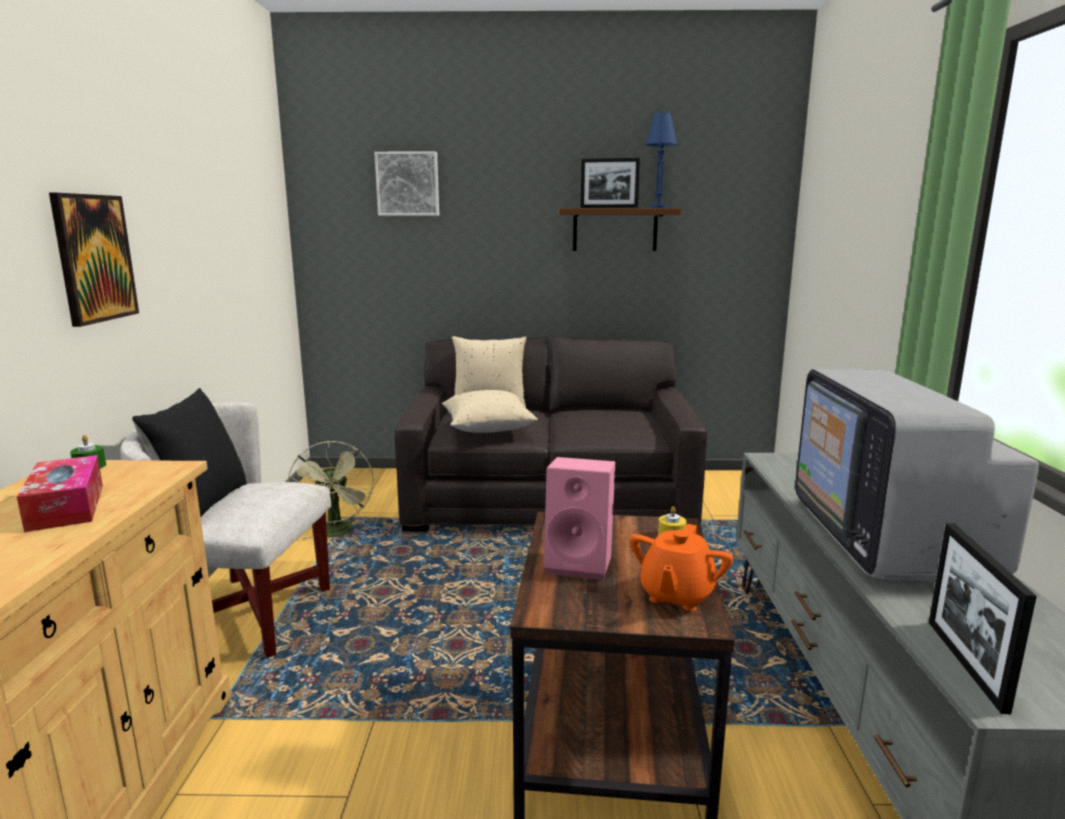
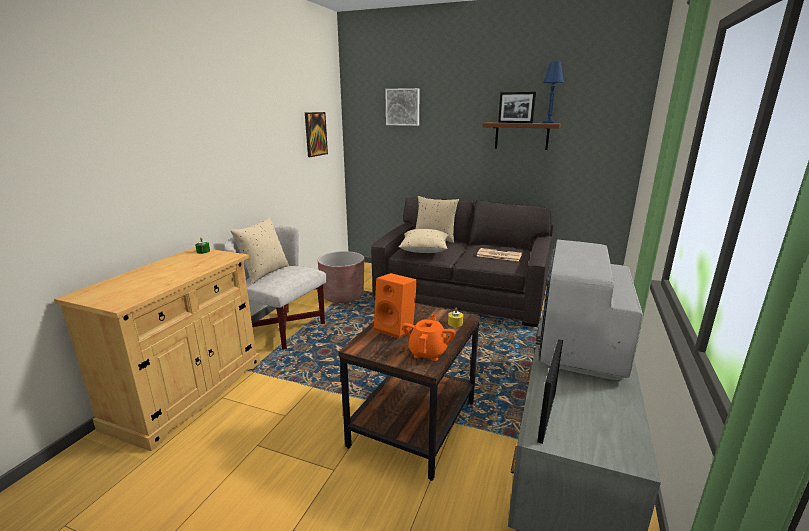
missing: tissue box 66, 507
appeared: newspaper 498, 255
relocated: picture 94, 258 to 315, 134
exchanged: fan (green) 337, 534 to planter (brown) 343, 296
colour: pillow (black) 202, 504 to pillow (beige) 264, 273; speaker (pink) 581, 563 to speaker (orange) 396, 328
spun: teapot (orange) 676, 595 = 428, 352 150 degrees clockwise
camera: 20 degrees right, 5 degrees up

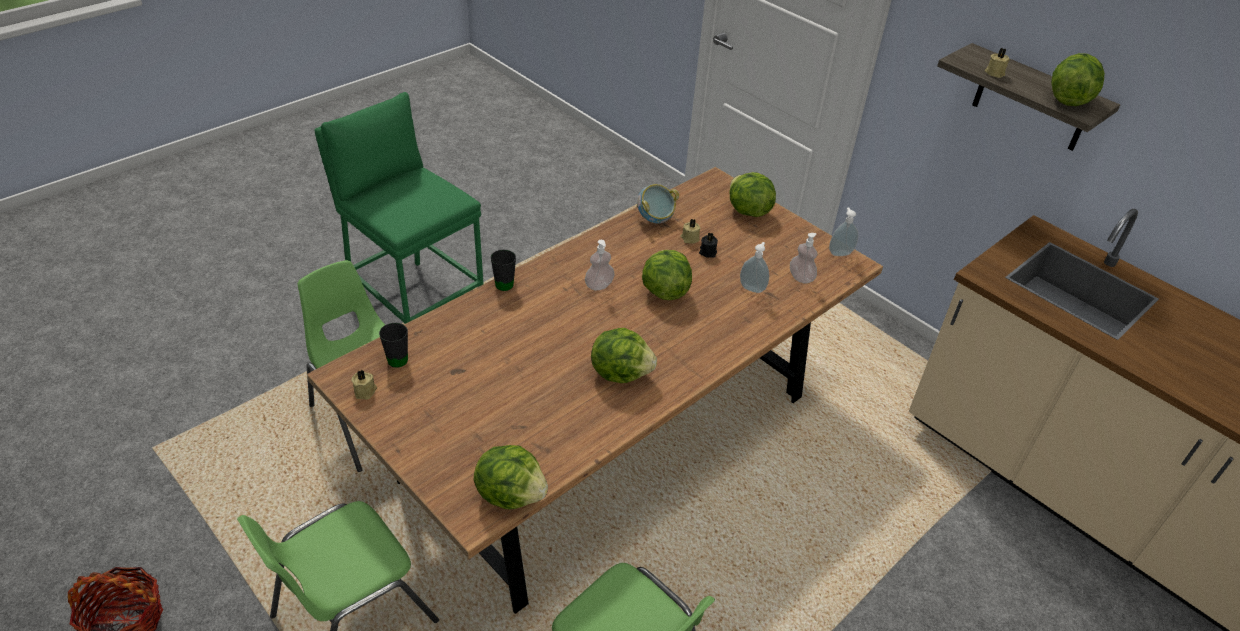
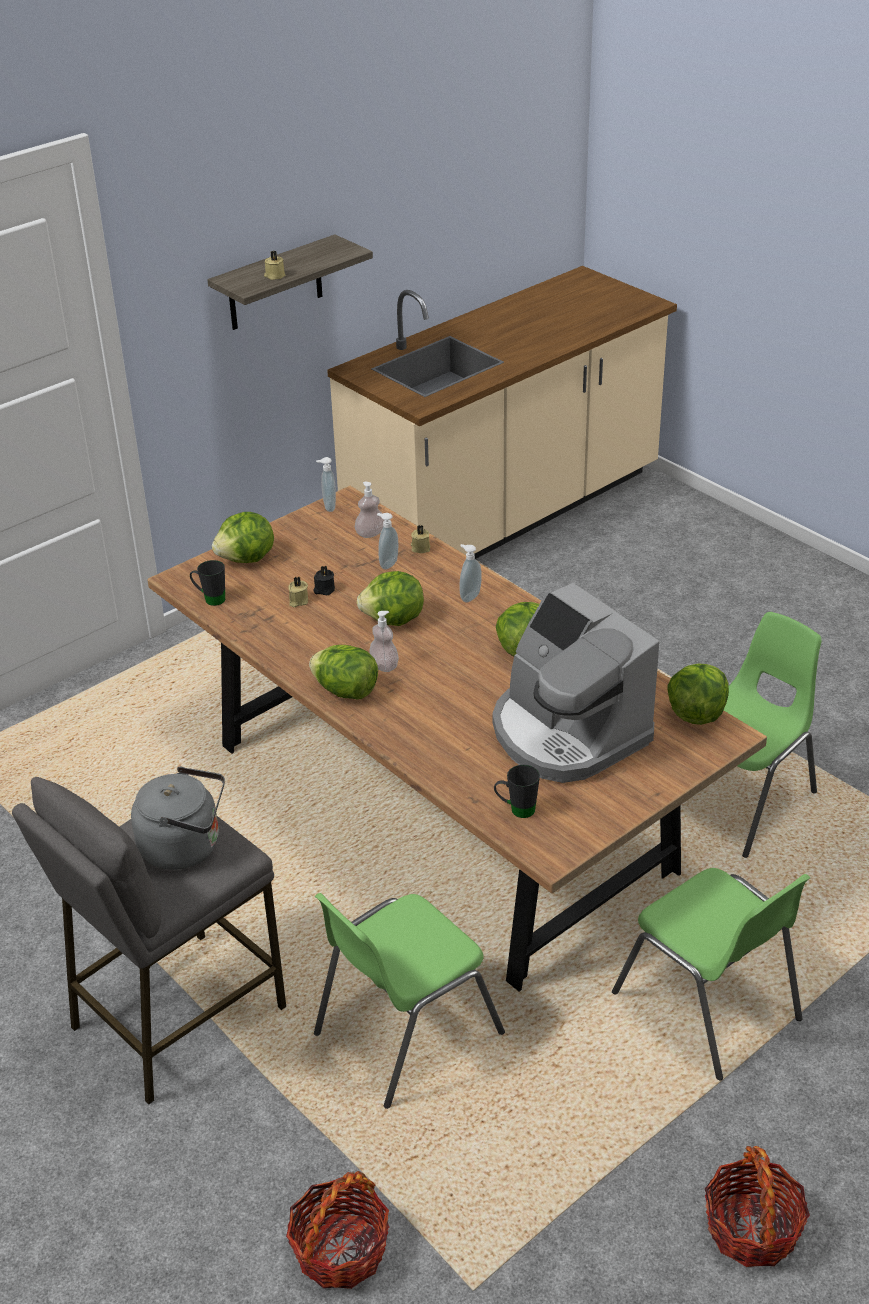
missing: bowl 655, 219
appeared: kettle (grey) 186, 847; basket 340, 1250; soap dispenser 469, 596; coffee machine 567, 733
relocated: mug (black) 506, 282 to 210, 599; lettuce 1068, 99 to 346, 691; candle (beige) 366, 391 to 420, 548
colour: stool (green) 416, 304 to stool (grey) 176, 1016
camera: 85 degrees left, 5 degrees down

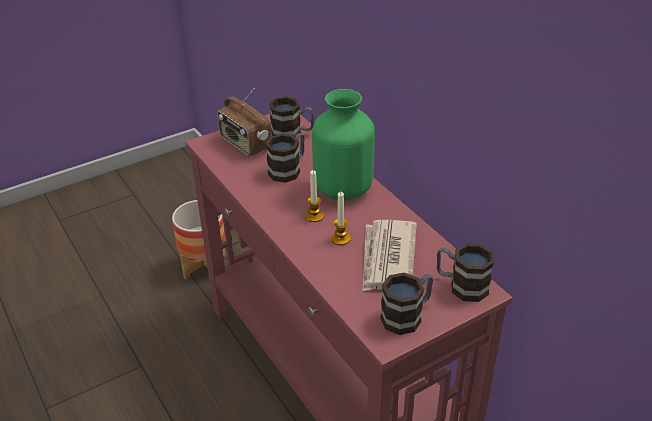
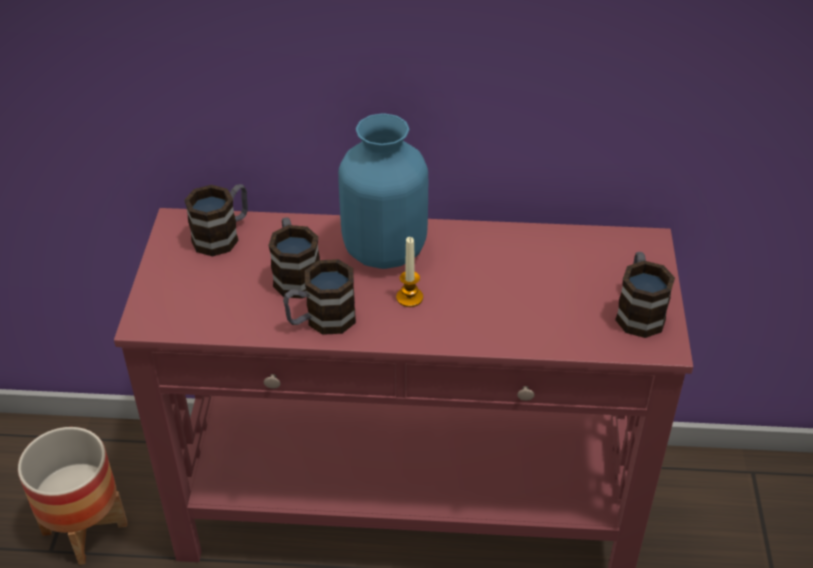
missing: radio 245, 144; candle 340, 238; newspaper 387, 258
relocated: mug 461, 285 to 321, 320
colour: vase (green) 343, 188 to vase (blue) 383, 250
camera: 55 degrees left, 5 degrees up

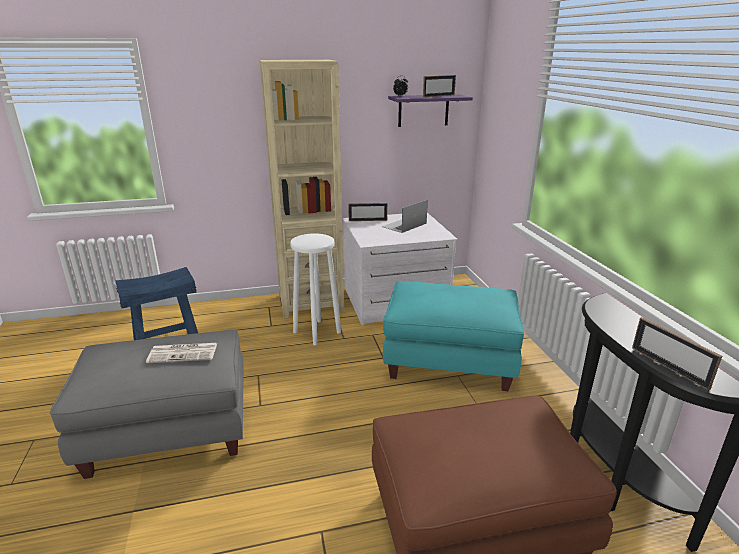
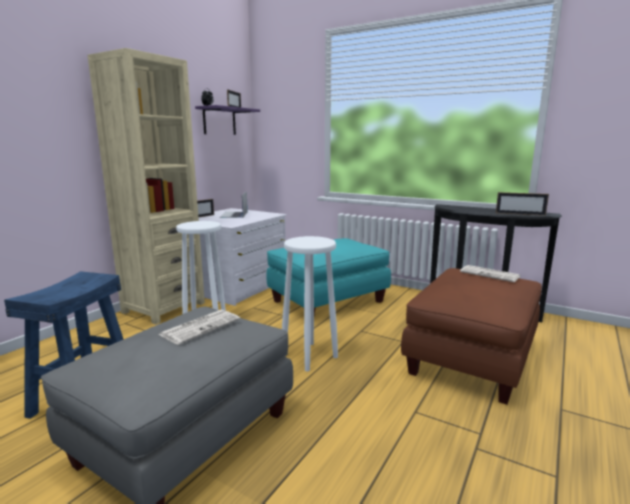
appeared: stool (white) 310, 356; newspaper 490, 274
camera: 45 degrees left, 10 degrees down

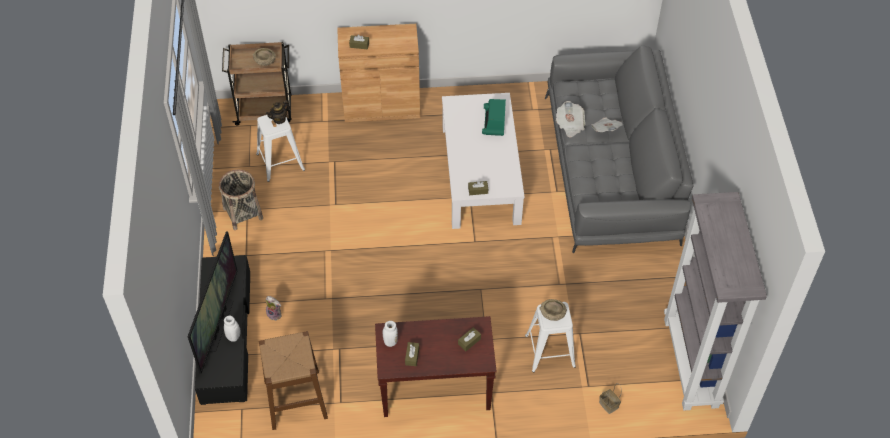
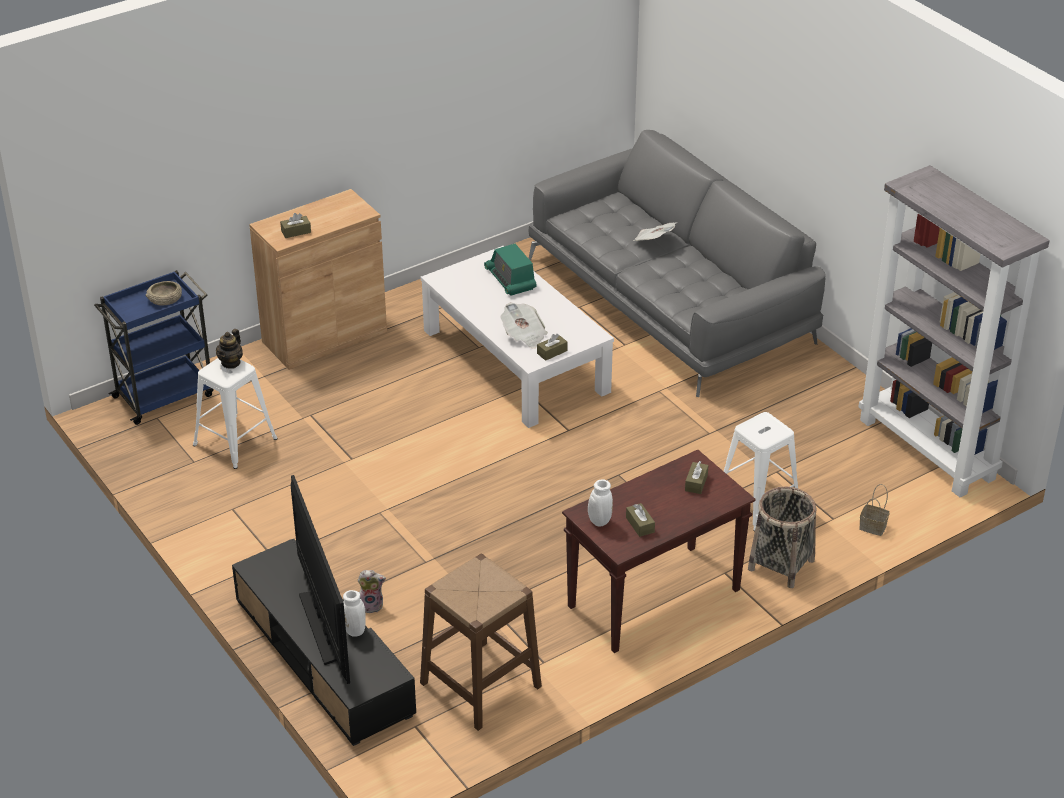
missing: bowl (beige) 552, 313
relocated: newspaper 570, 125 to 524, 335; basket 243, 213 to 781, 565
colour: cart (brown) 265, 111 to cart (blue) 165, 395
camera: 30 degrees left, 15 degrees down

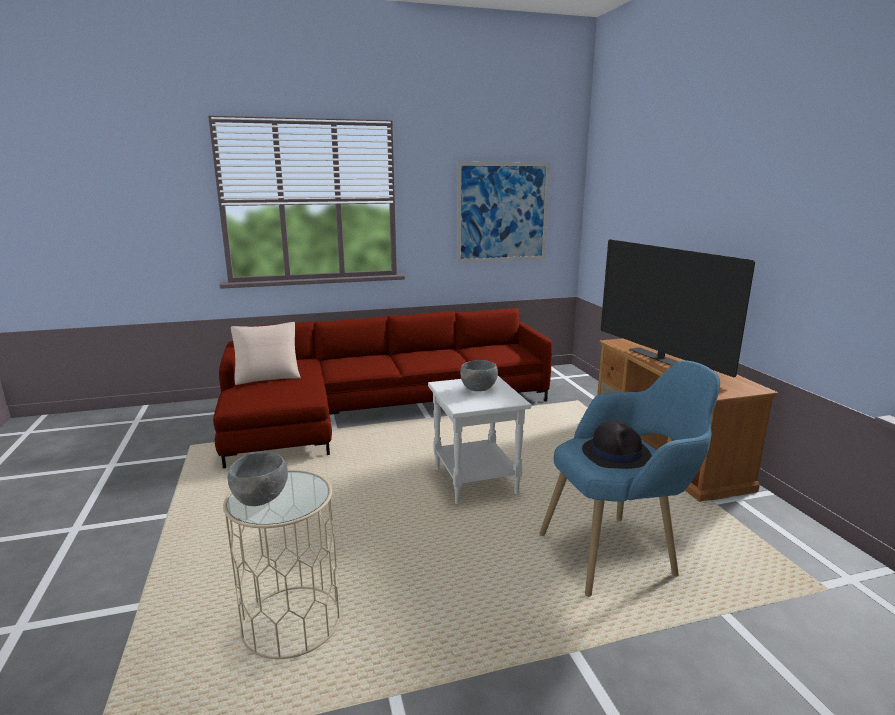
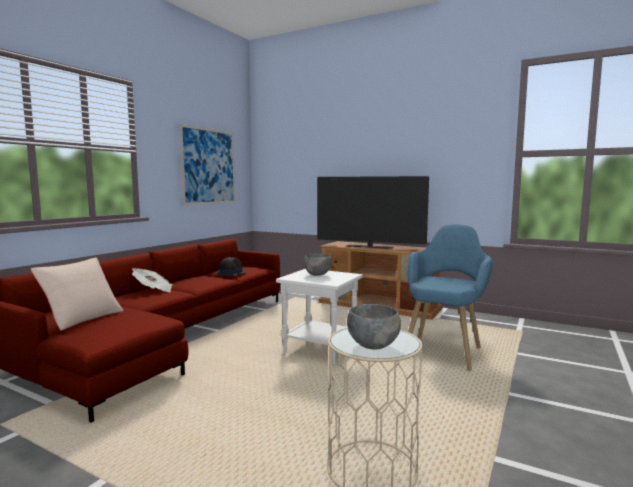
appeared: newspaper 153, 290
relocated: hat (black) 616, 453 to 231, 272
camera: 45 degrees left, 10 degrees down

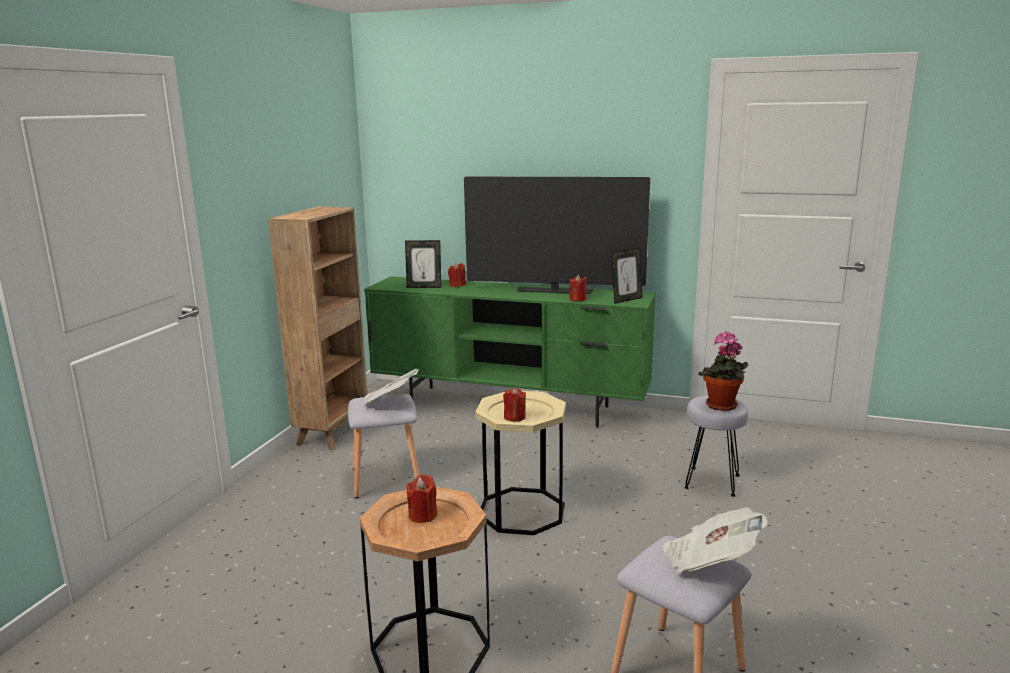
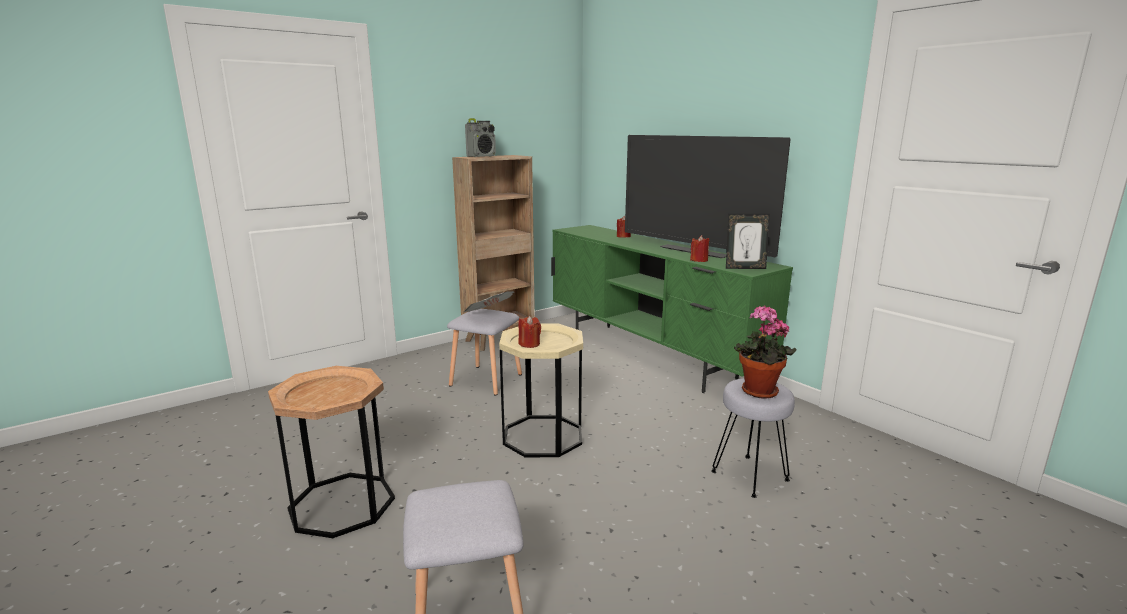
missing: picture frame 424, 287; candle (red) 422, 515; newspaper 709, 561
appeared: radio 481, 156
camera: 35 degrees right, 0 degrees up

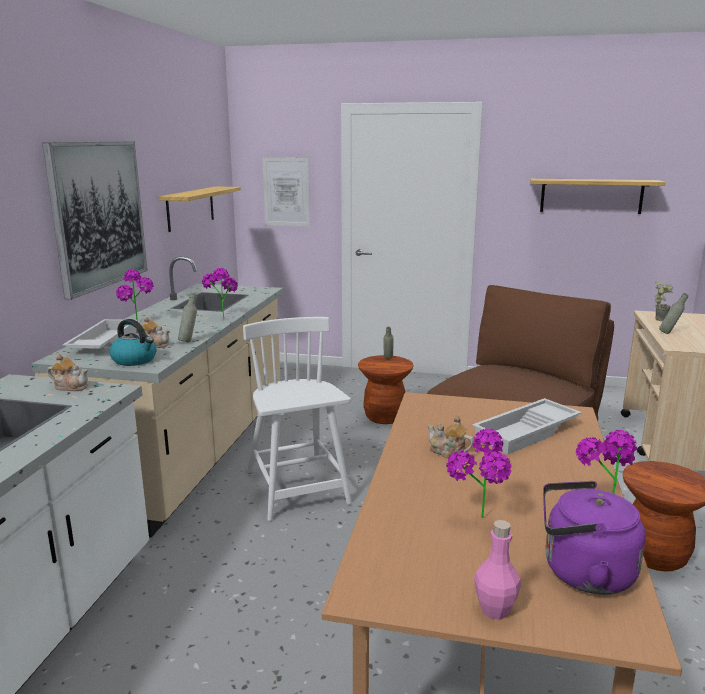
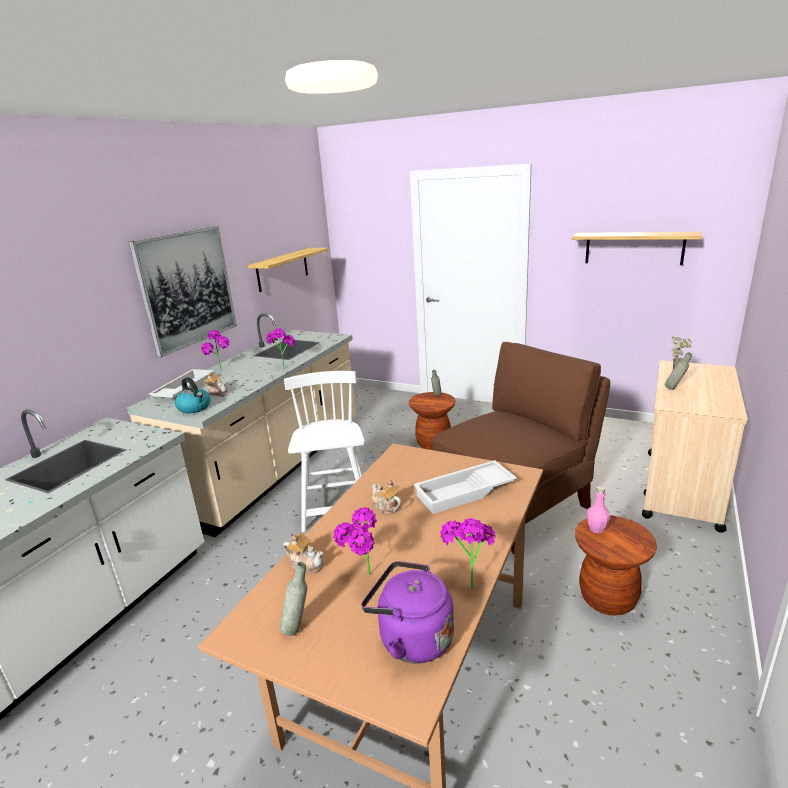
missing: picture 286, 192
relocated: bottle (grey) 189, 341 to 298, 627; teapot 71, 387 to 306, 564; bottle (pink) 495, 609 to 596, 529
camera: 15 degrees right, 5 degrees up

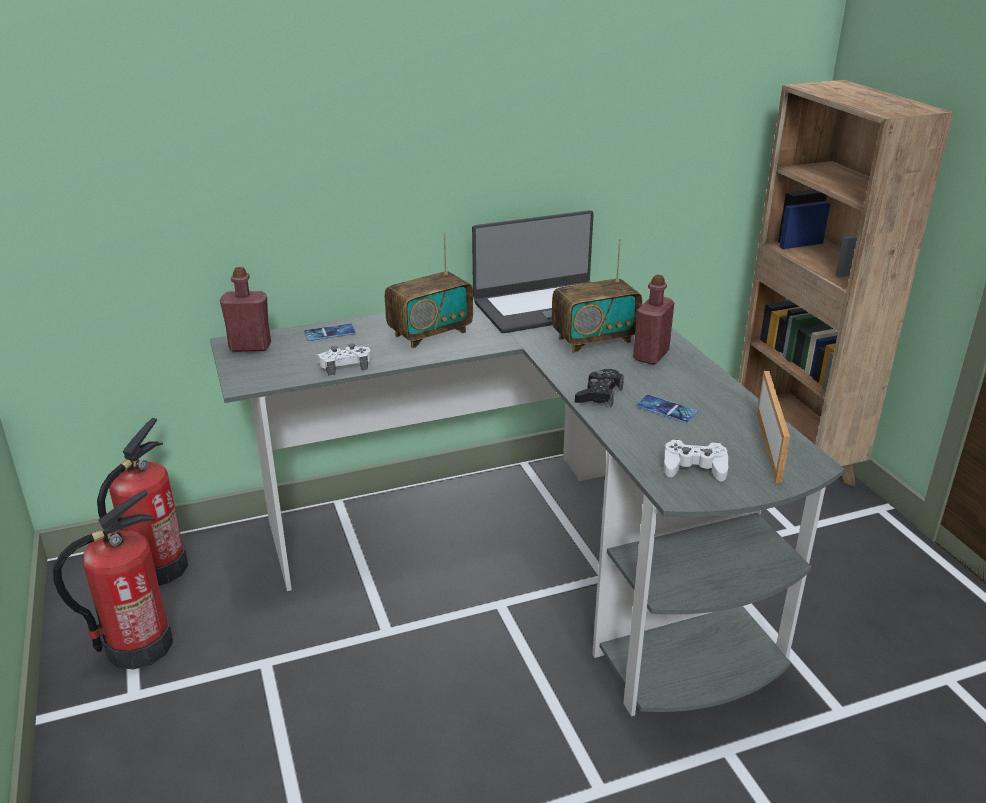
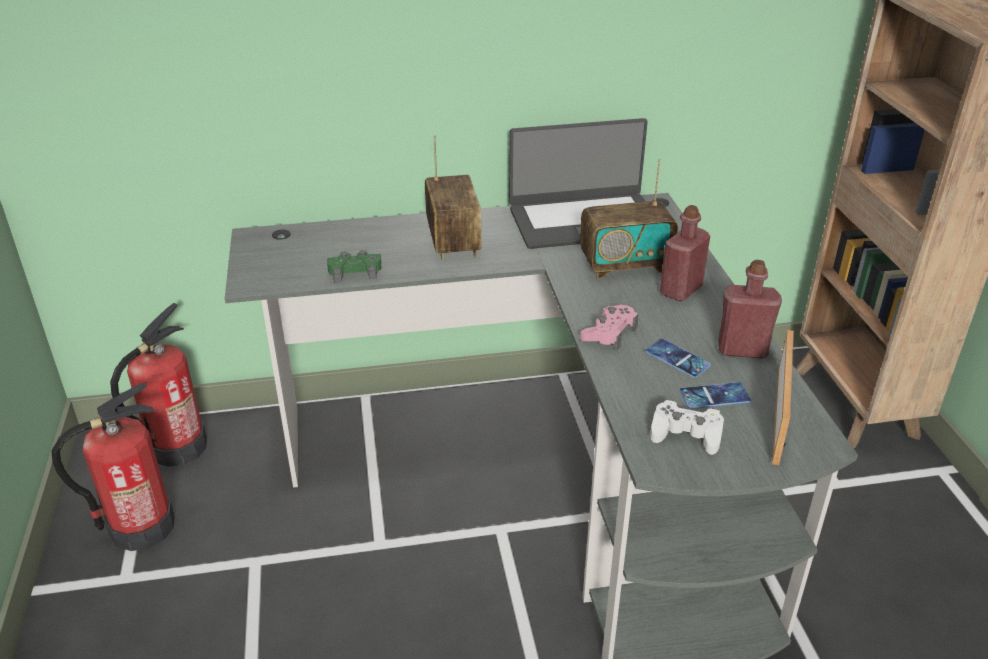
relocated: phone 330, 333 to 714, 396; bottle (red) 250, 347 to 742, 350
colour: game controller (white) 345, 365 to game controller (green) 355, 272; game controller (black) 599, 395 to game controller (pink) 609, 333
spun: radio 430, 333 = 453, 242 75 degrees counterclockwise
camera: 10 degrees right, 5 degrees up

